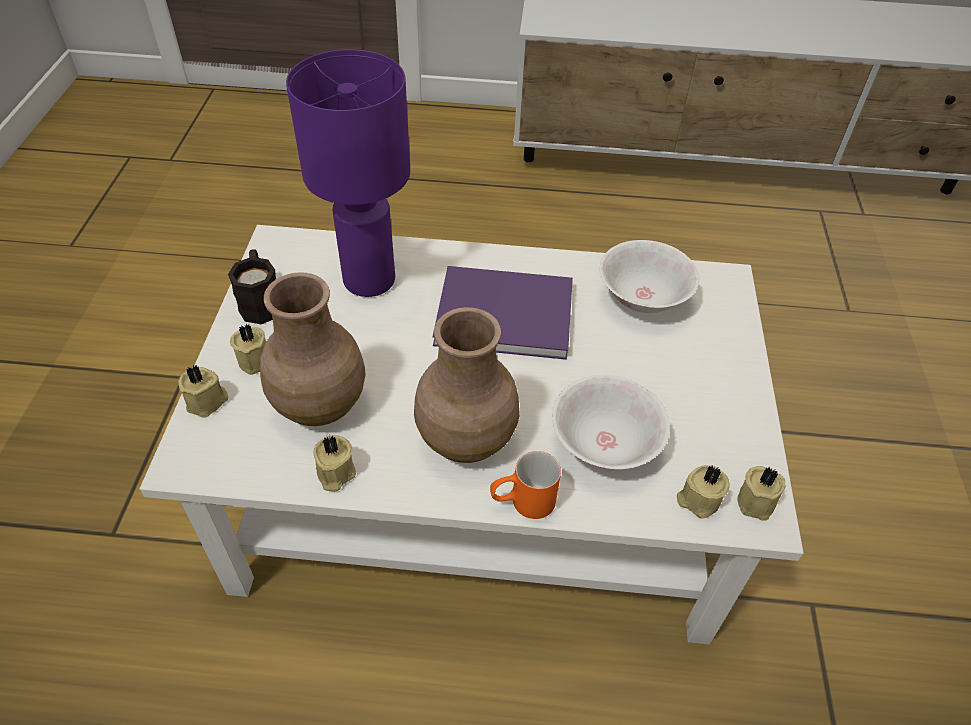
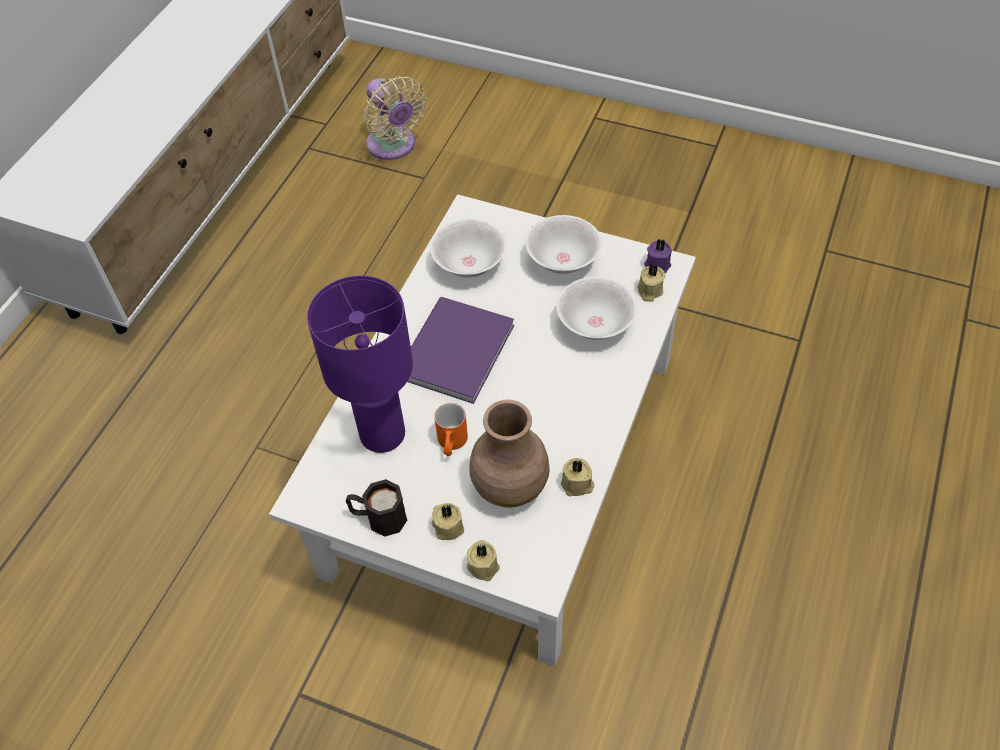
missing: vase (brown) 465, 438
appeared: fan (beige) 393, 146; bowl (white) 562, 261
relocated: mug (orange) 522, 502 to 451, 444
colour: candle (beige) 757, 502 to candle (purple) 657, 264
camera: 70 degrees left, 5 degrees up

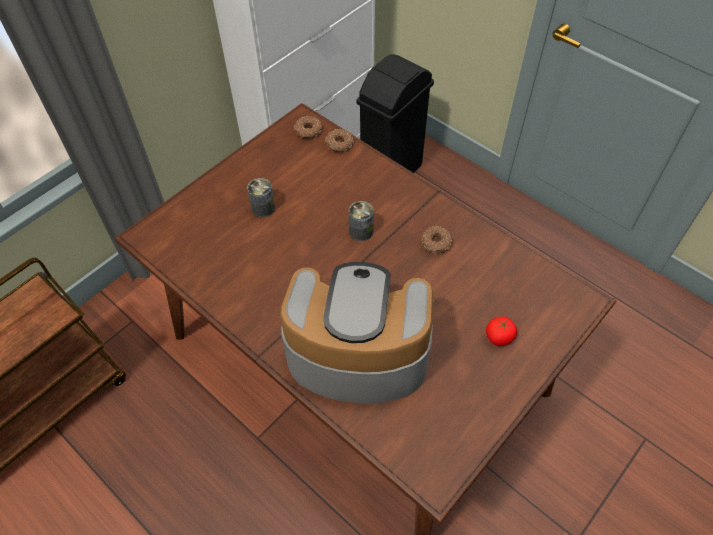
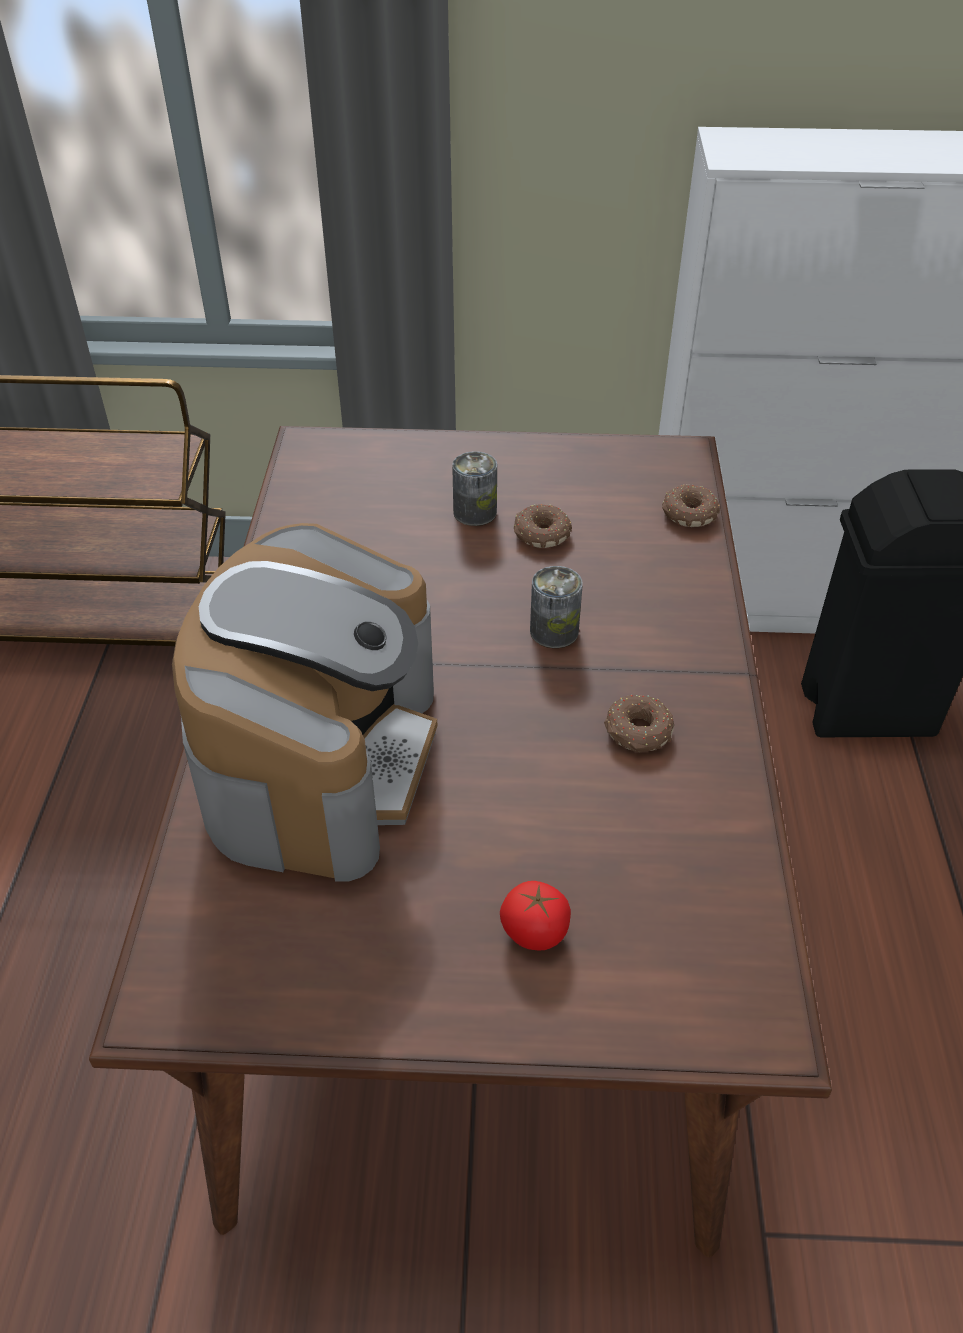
relocated: donut 308, 131 to 540, 534
spun: coffee machine 356, 353 = 321, 758 45 degrees clockwise
camera: 50 degrees right, 10 degrees down

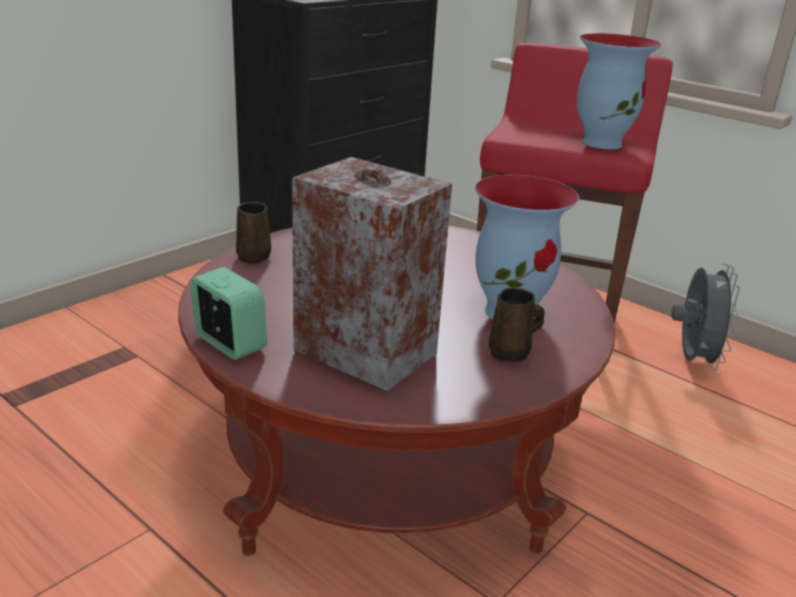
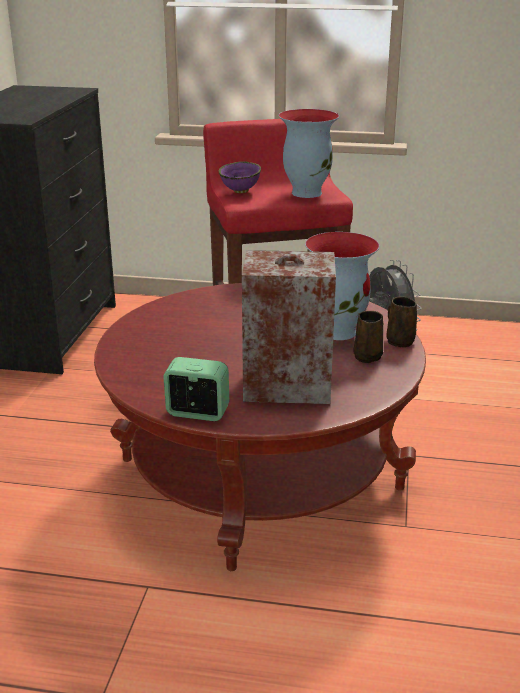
appeared: bowl (purple) 241, 191
relocated: mug (brown) 254, 256 to 399, 341
camera: 30 degrees left, 0 degrees up

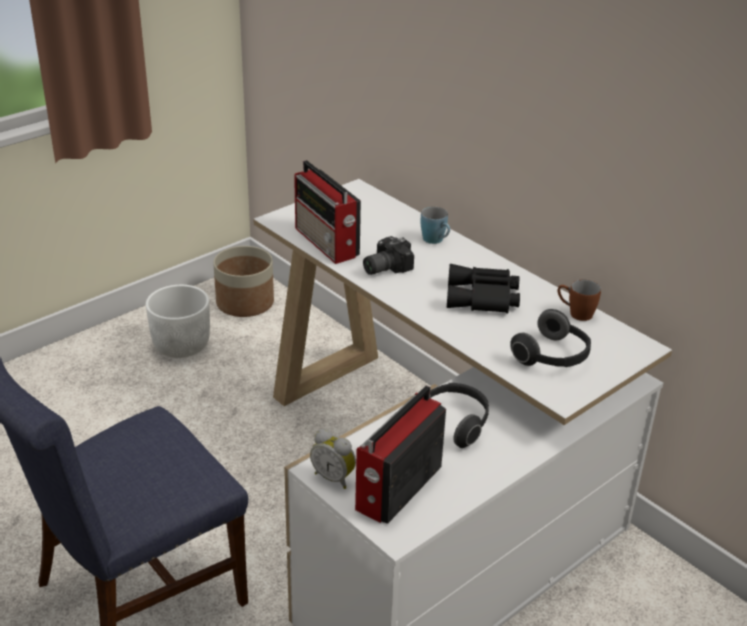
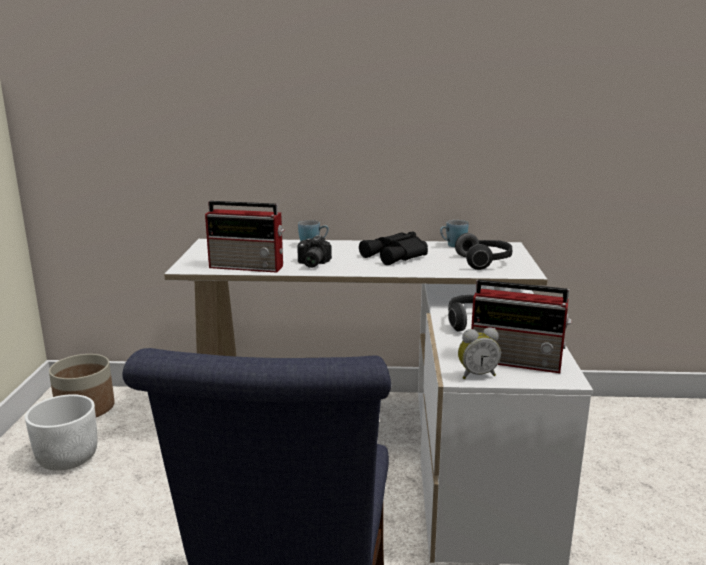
colour: mug (brown) 575, 313 to mug (blue) 452, 245
spun: radio 397, 488 = 517, 361 60 degrees counterclockwise
camera: 45 degrees left, 15 degrees down

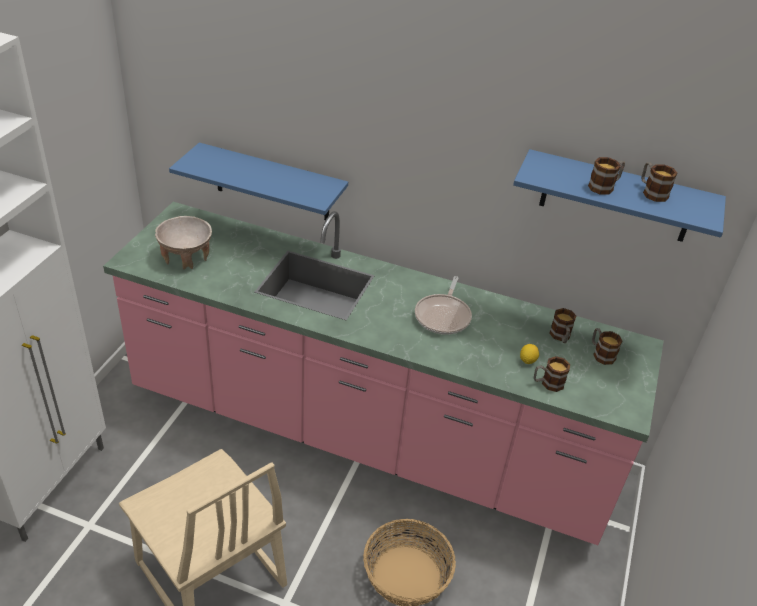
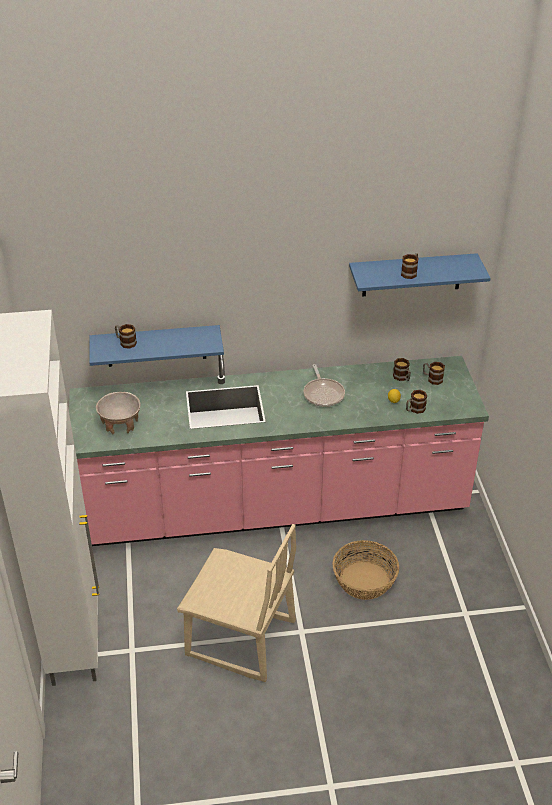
relocated: mug 652, 192 to 125, 342
camera: 25 degrees left, 0 degrees up

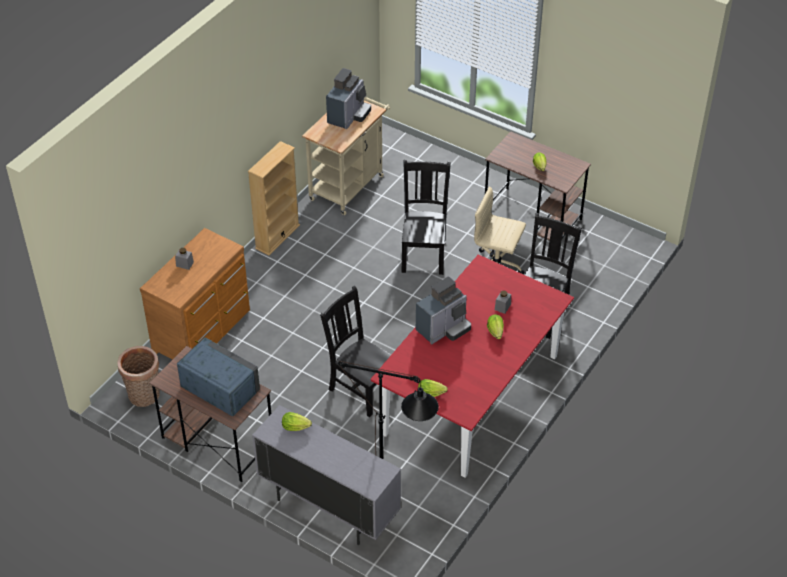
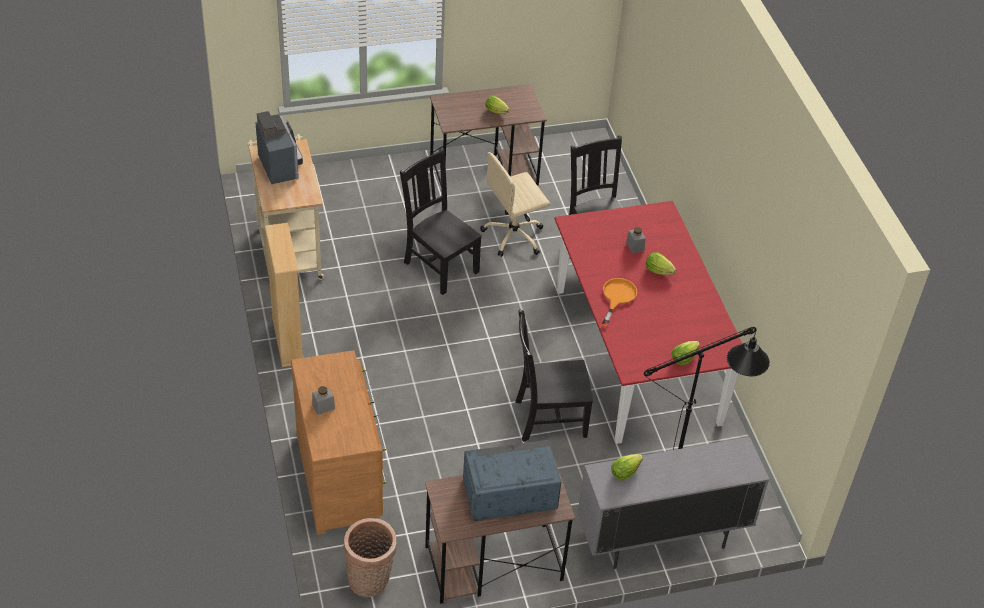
exchanged: coffee machine 443, 328 to frying pan (orange) 617, 297
camera: 50 degrees left, 0 degrees up

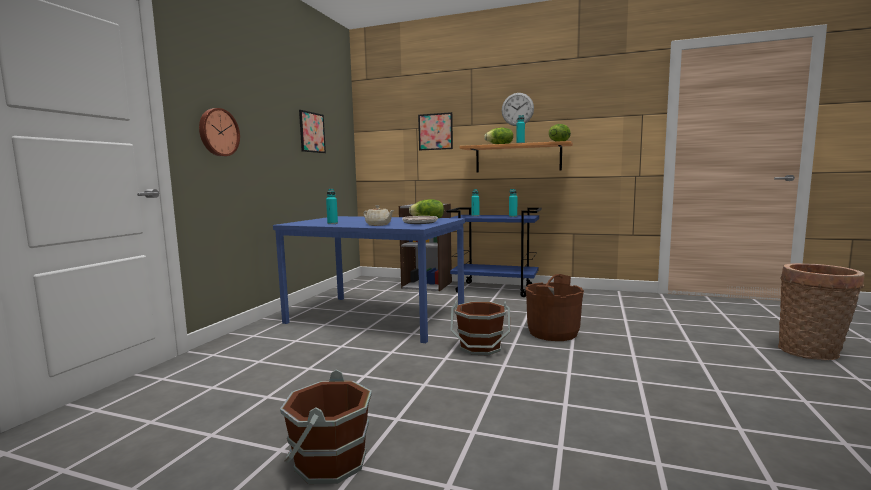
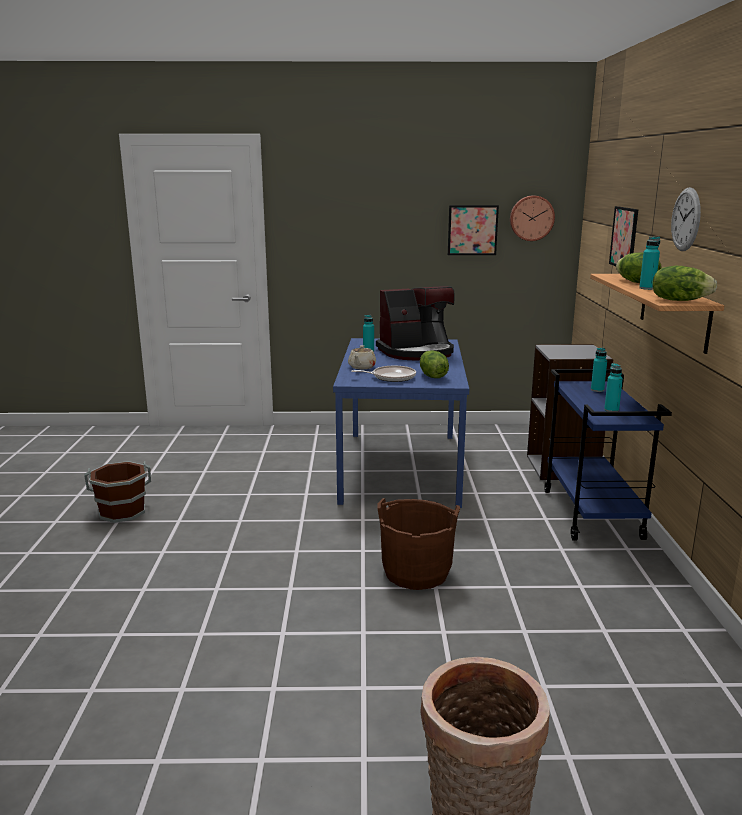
missing: bucket (brown) 480, 347
appeared: coffee machine 417, 352
relocated: wall clock 218, 132 to 531, 218
camera: 70 degrees right, 10 degrees up

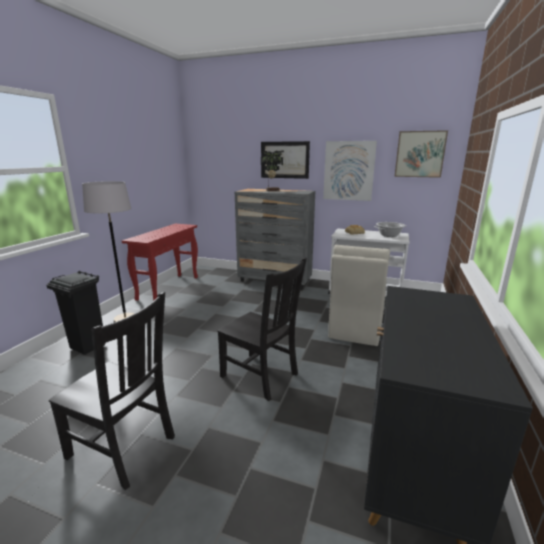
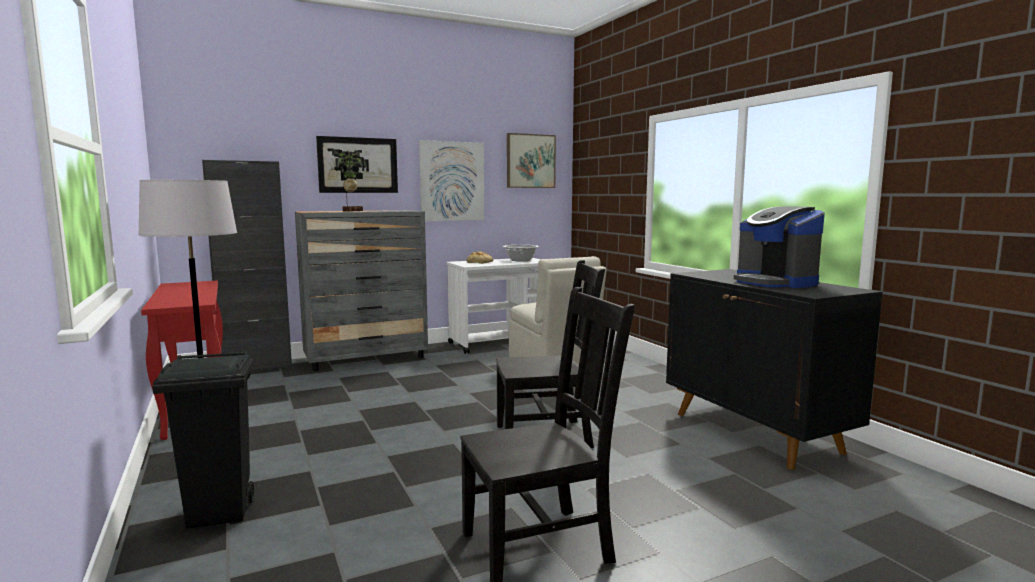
appeared: cabinet (black) 256, 368; coffee machine 775, 282
camera: 45 degrees left, 10 degrees down

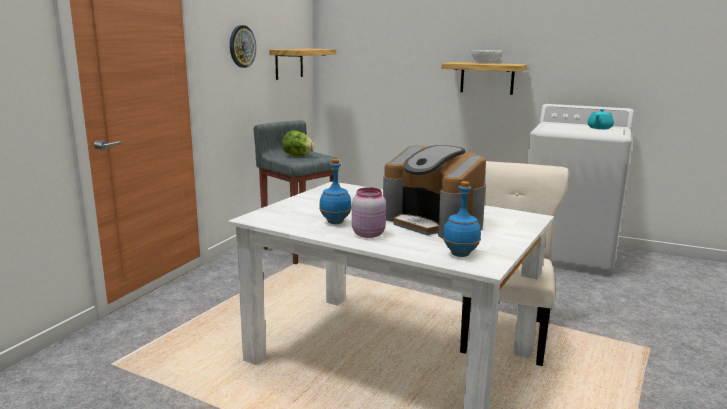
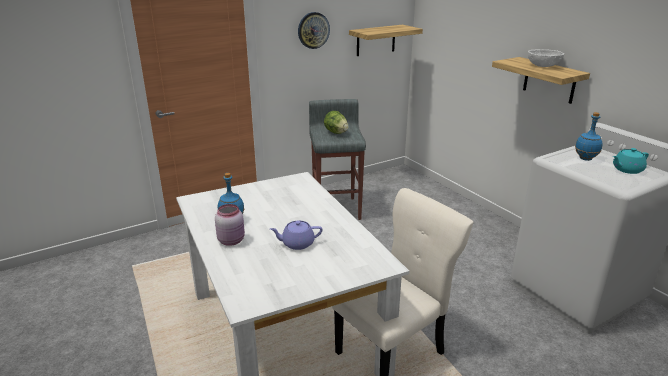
relocated: bottle (blue) 459, 254 to 585, 158
exchanged: coffee machine 434, 222 to teapot (purple) 297, 243
camera: 35 degrees right, 10 degrees up

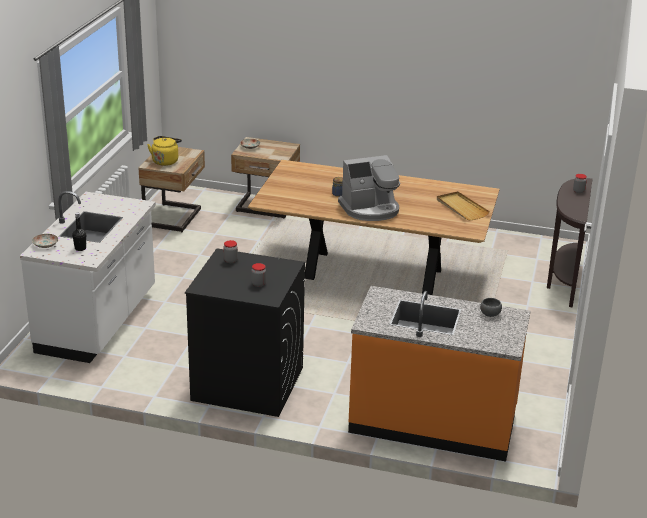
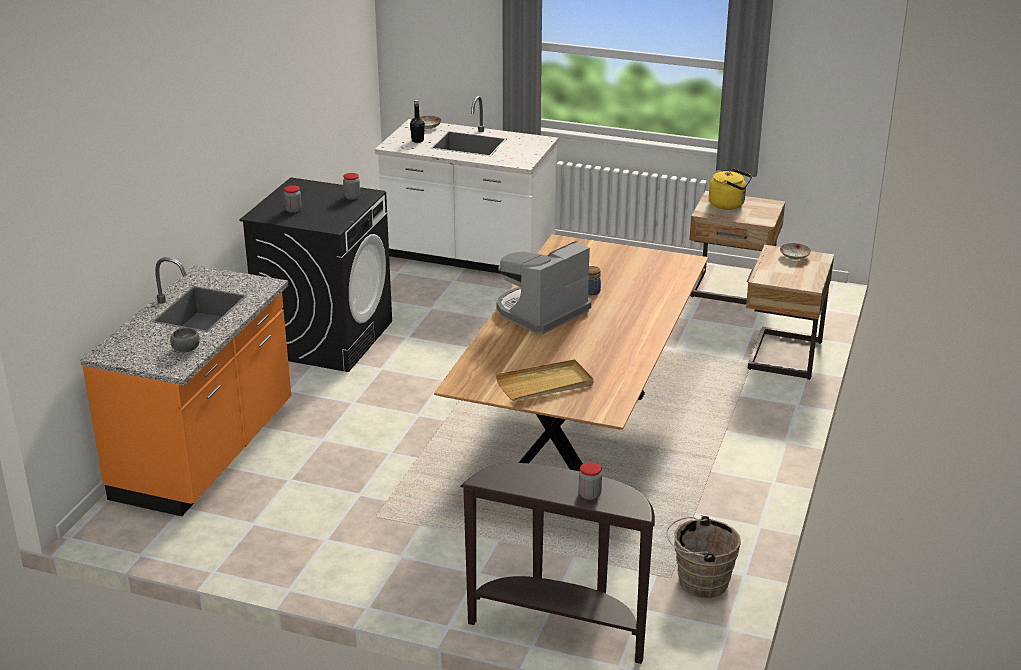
appeared: bucket (brown) 699, 581
spun: coffee machine 370, 209 = 541, 312 60 degrees clockwise
camera: 95 degrees right, 0 degrees up

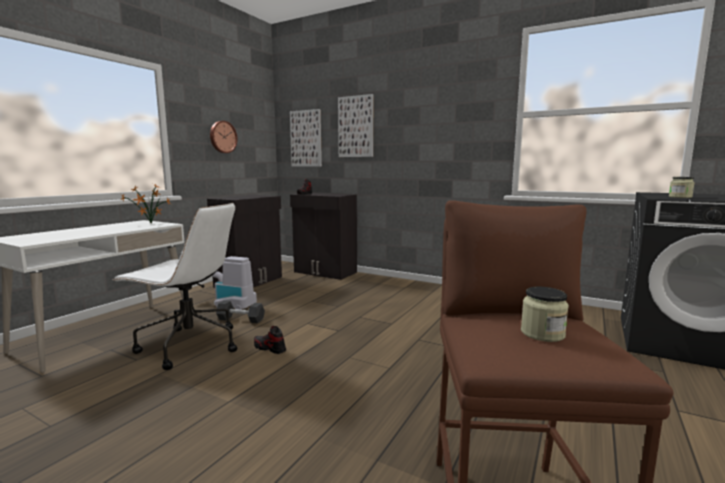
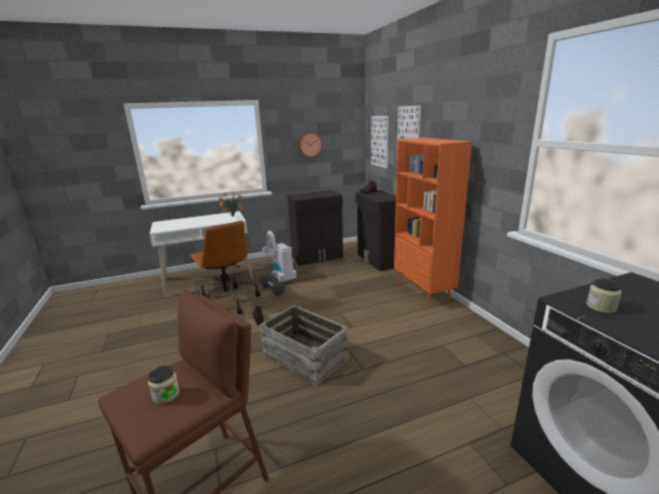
appeared: crate 305, 357; bookcase (orange) 423, 292
colour: office chair (white) 188, 346 to office chair (brown) 227, 301
camera: 40 degrees right, 10 degrees up

